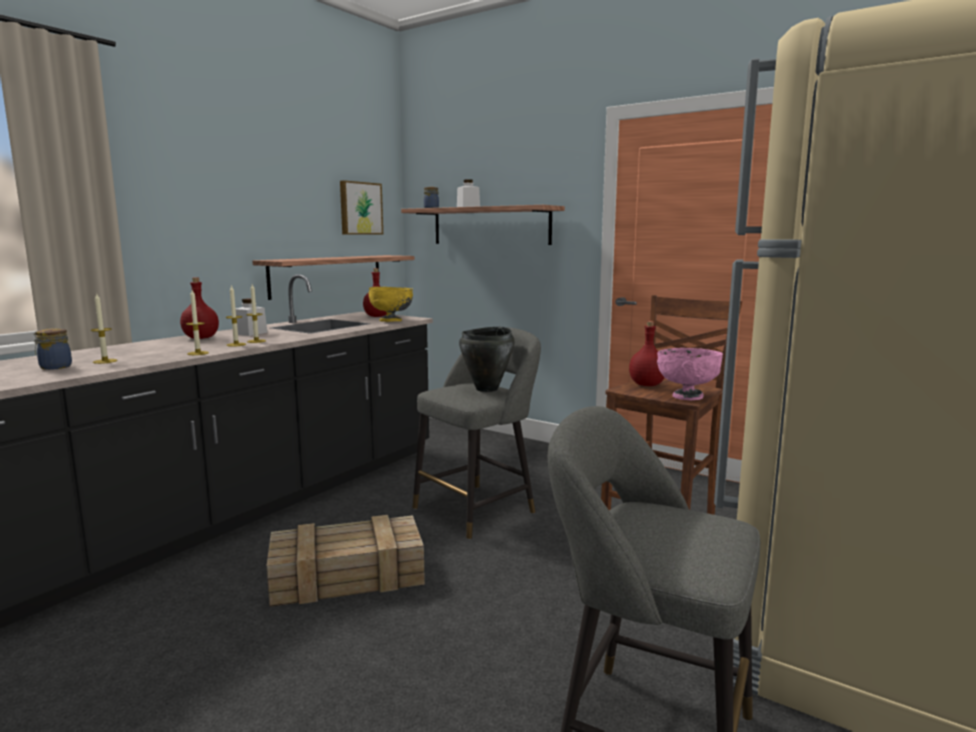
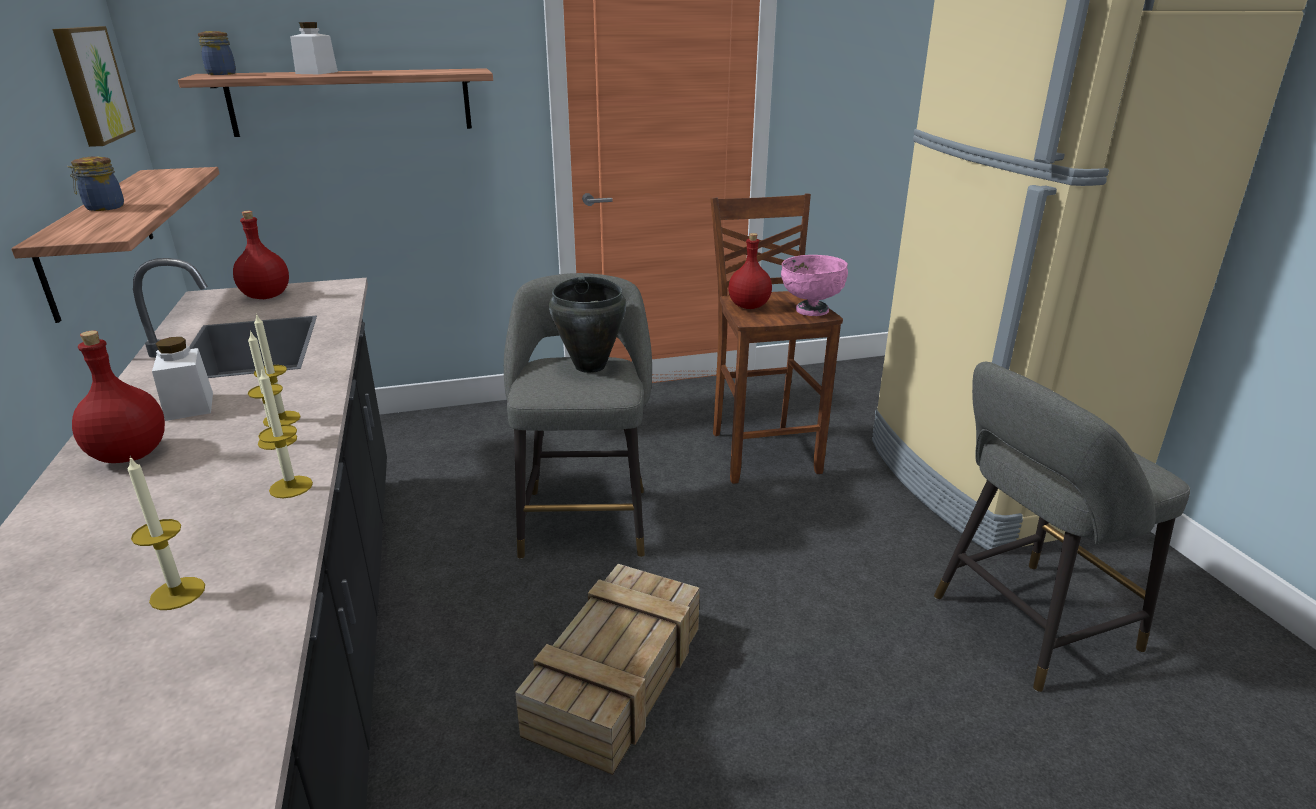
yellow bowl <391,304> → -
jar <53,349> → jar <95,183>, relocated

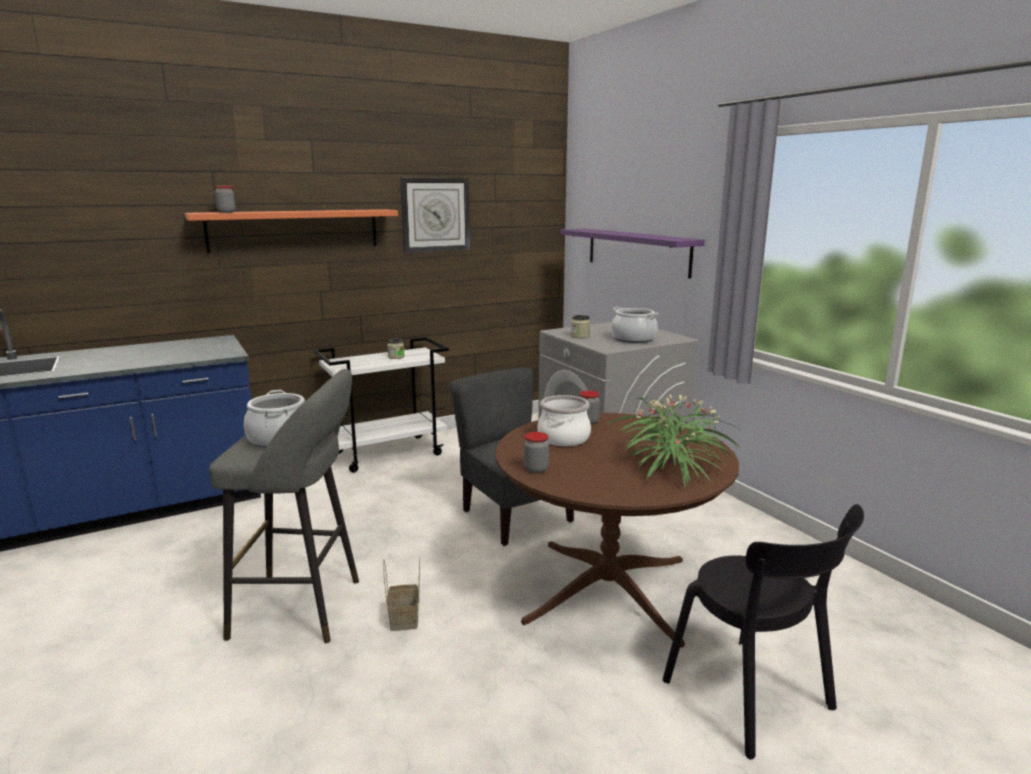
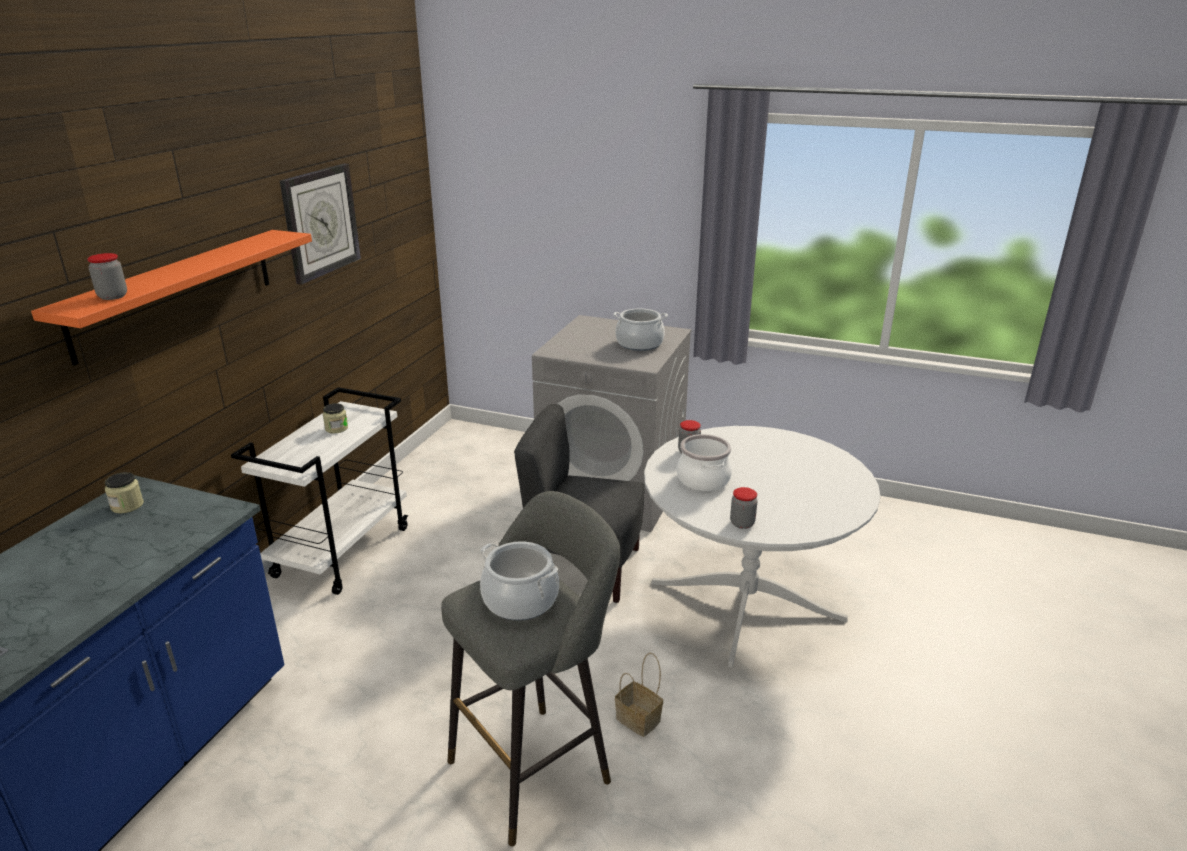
purple shelf <632,254> → -
jar <580,326> → jar <124,492>, relocated
potted plant <672,441> → -
brown dining table <617,530> → white dining table <762,546>
black chair <763,632> → -

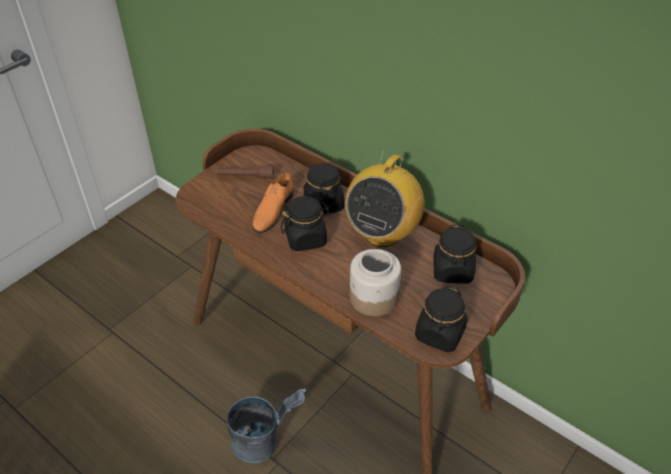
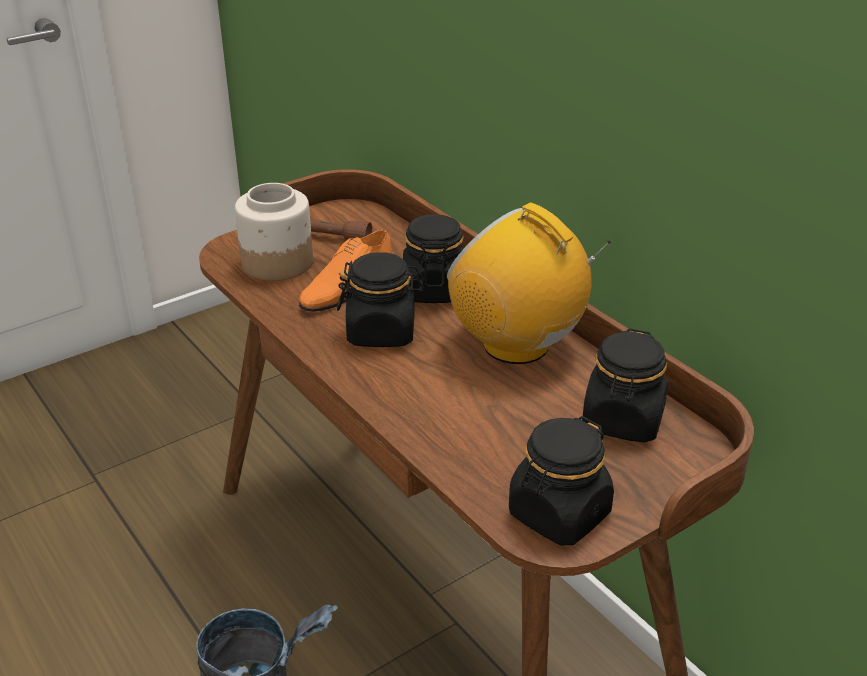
radio <385,198> → radio <529,283>, 90 degrees clockwise
jar <375,282> → jar <274,232>, relocated

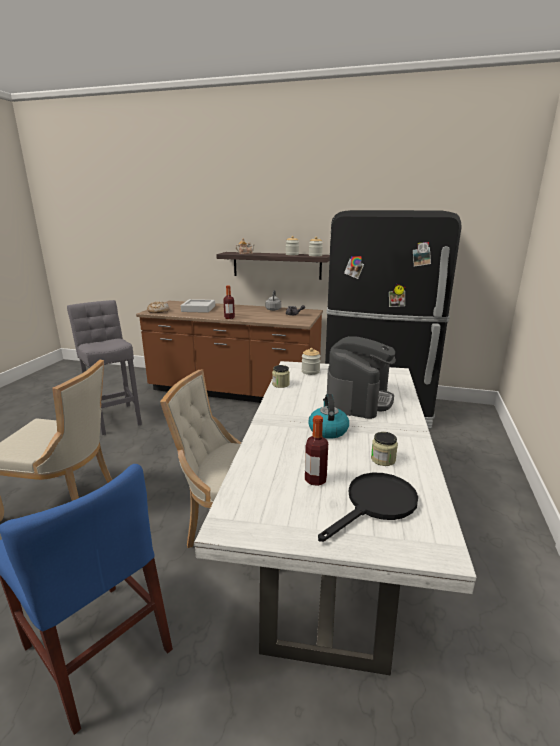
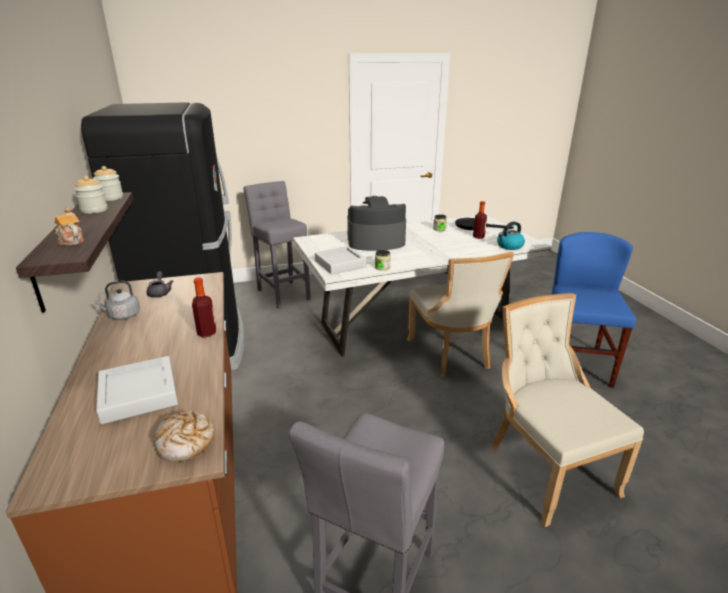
jar <311,361> → grey tray <340,260>
kettle <328,416> → kettle <511,236>, relocated
- → grey stool <277,245>

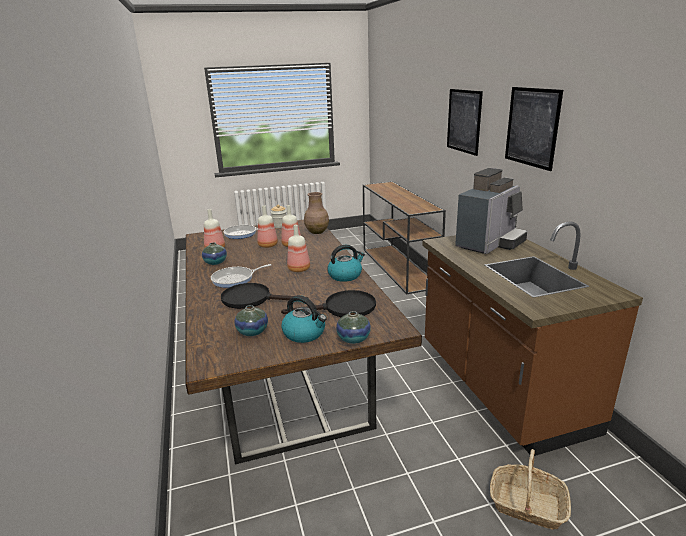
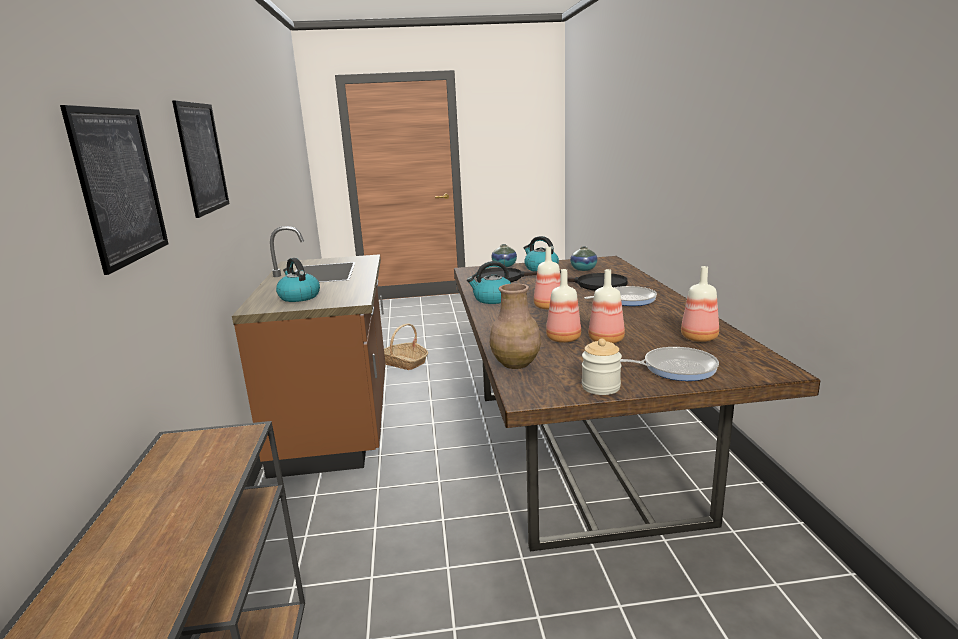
coffee machine <491,211> → kettle <298,280>
vase <214,253> → -

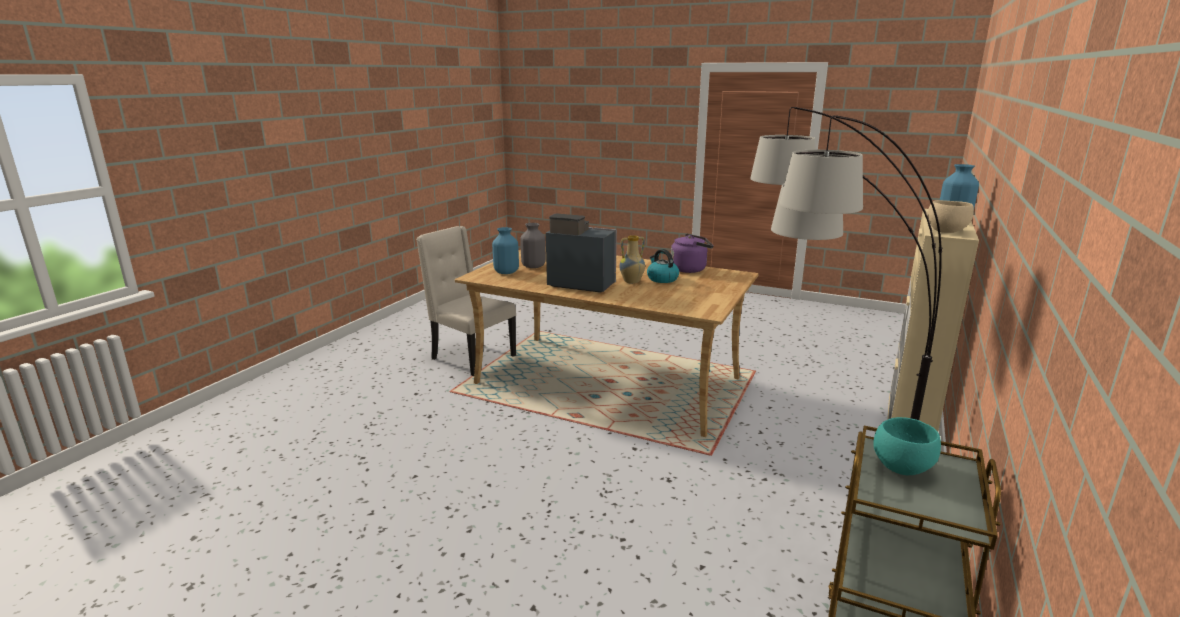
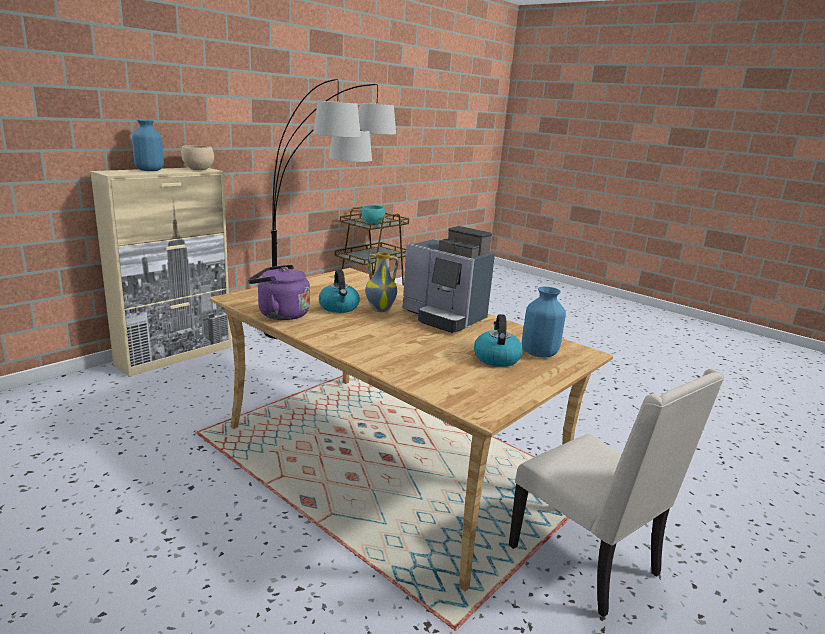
grey vase <533,245> → kettle <498,340>

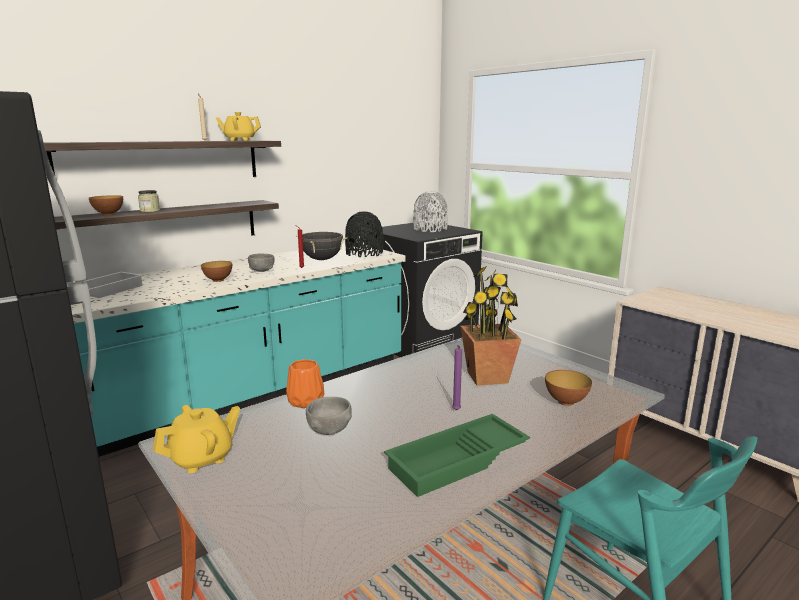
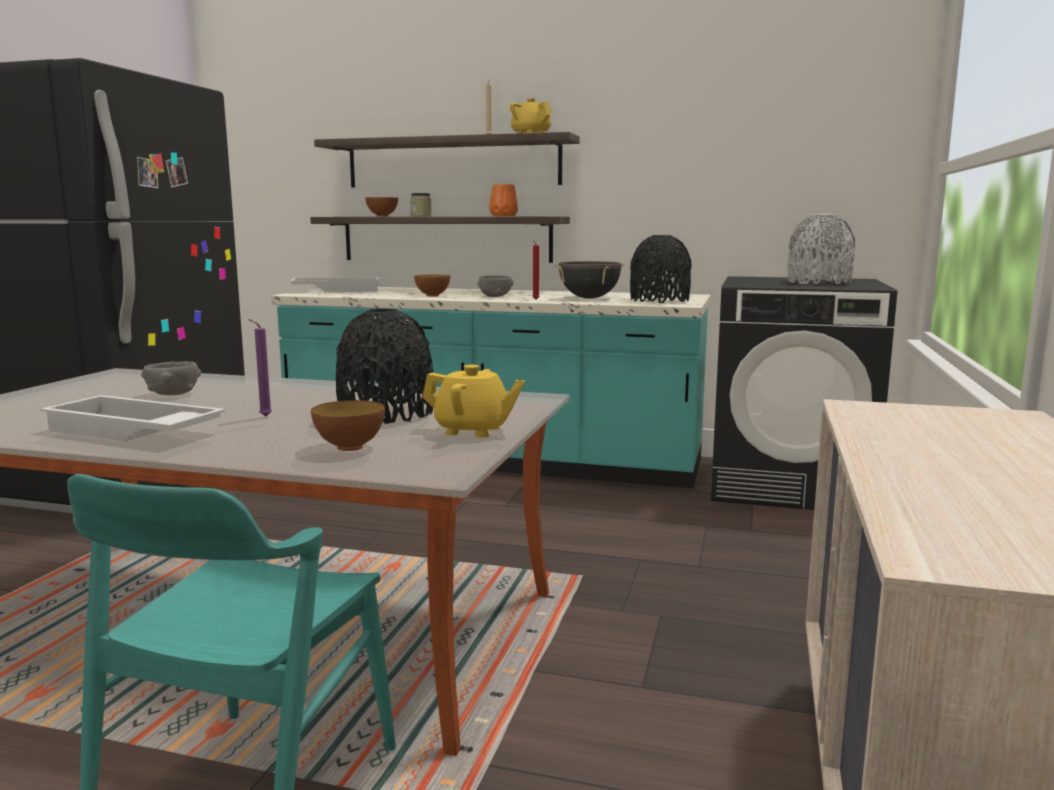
potted plant <490,326> → black vase <385,366>
orange vase <305,383> → orange vase <503,200>, relocated
yellow teapot <196,439> → yellow teapot <473,401>, relocated
green tray <457,455> → white tray <132,418>

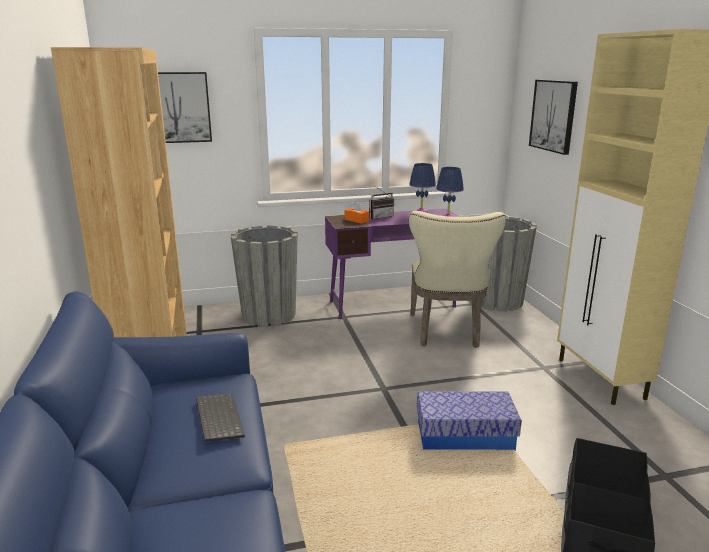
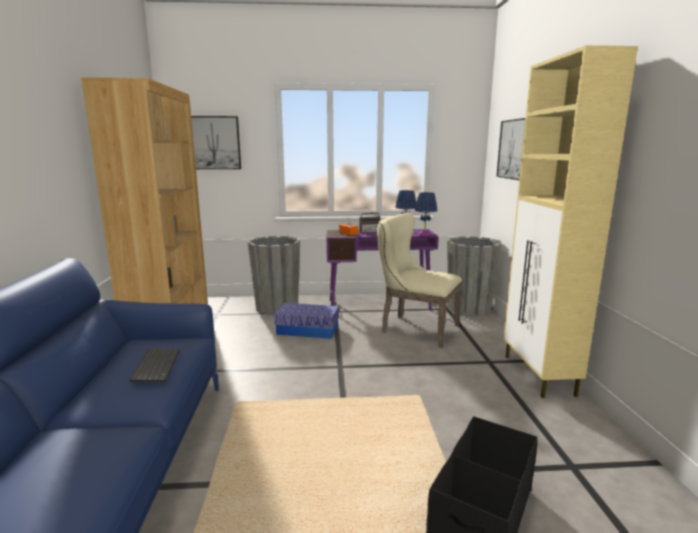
beige chair <457,279> → beige chair <420,280>, 105 degrees clockwise
storage box <469,421> → storage box <306,321>, relocated

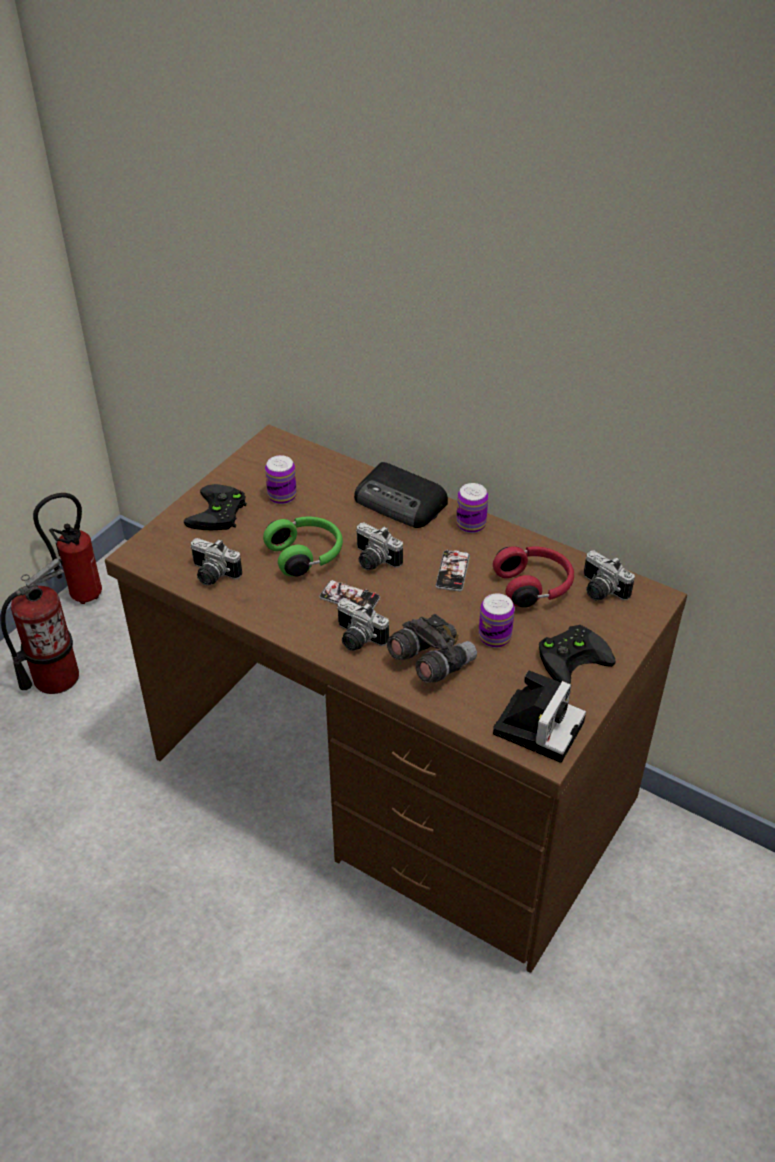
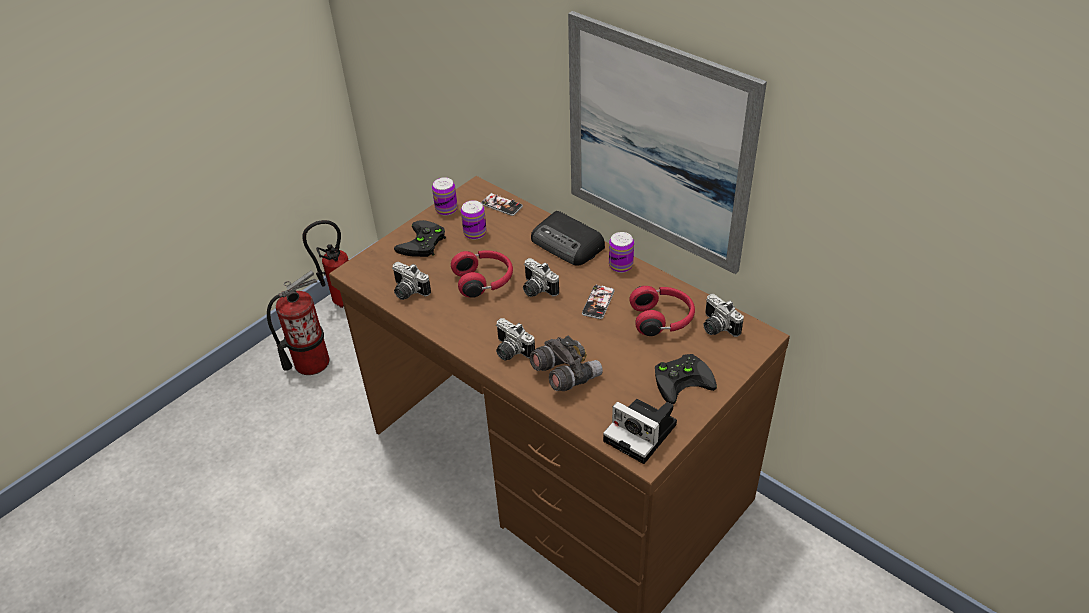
green headphones <303,547> → red headphones <482,274>
phone <349,594> → phone <502,204>, relocated
can <497,620> → can <445,196>, relocated
photo camera <539,716> → photo camera <640,431>, 90 degrees clockwise
- → picture <667,142>

